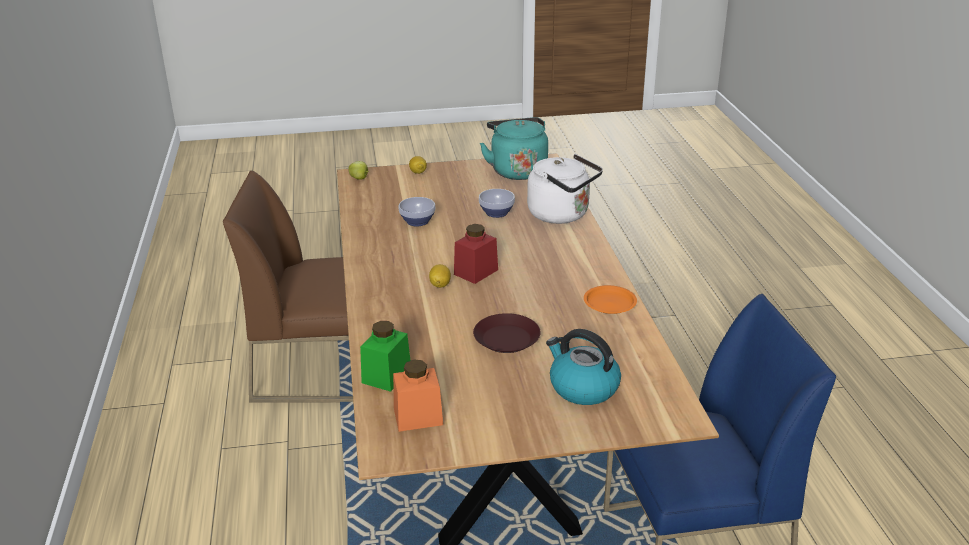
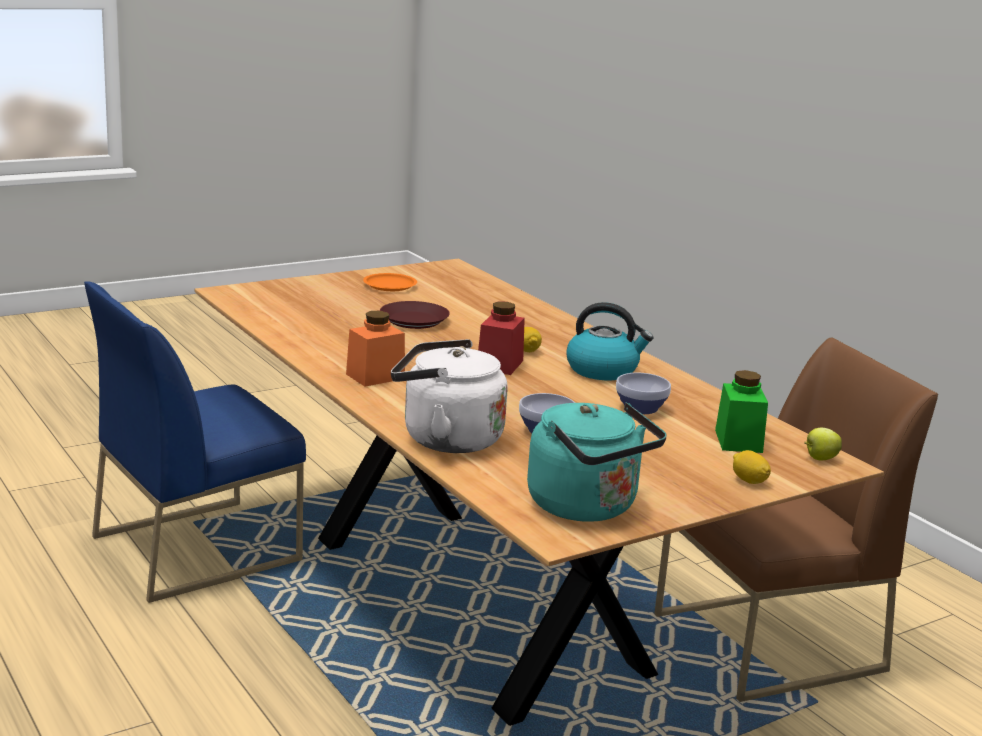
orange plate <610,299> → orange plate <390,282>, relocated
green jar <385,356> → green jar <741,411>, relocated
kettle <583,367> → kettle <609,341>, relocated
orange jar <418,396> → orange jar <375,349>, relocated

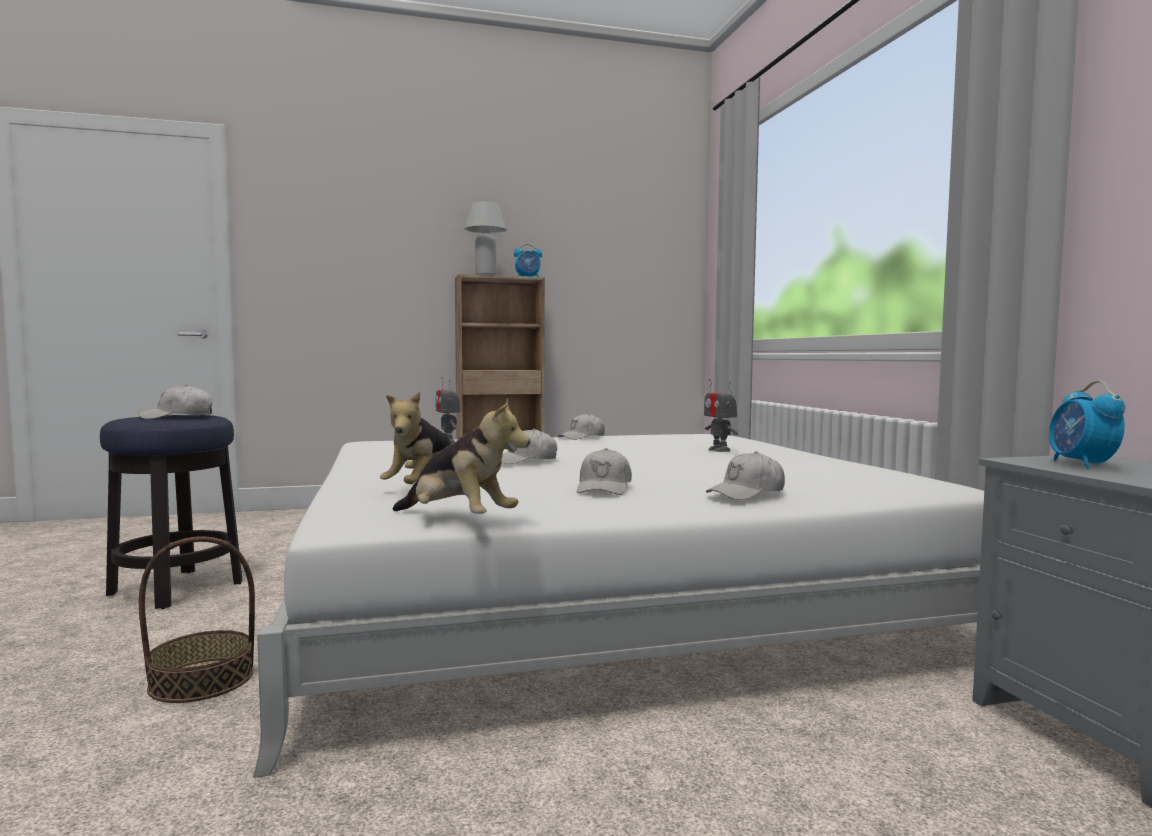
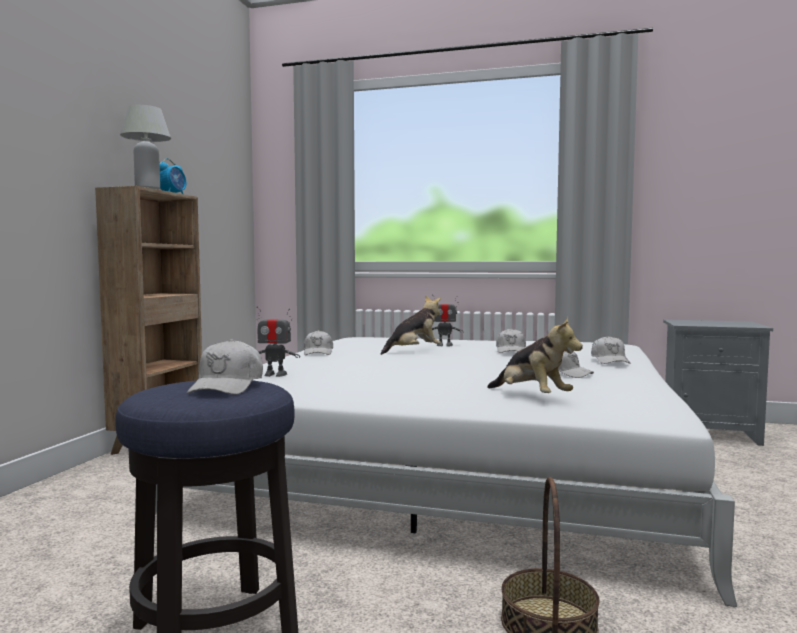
alarm clock <1087,424> → -
plush toy <461,456> → plush toy <410,325>, relocated
white cap <529,446> → white cap <511,340>, relocated

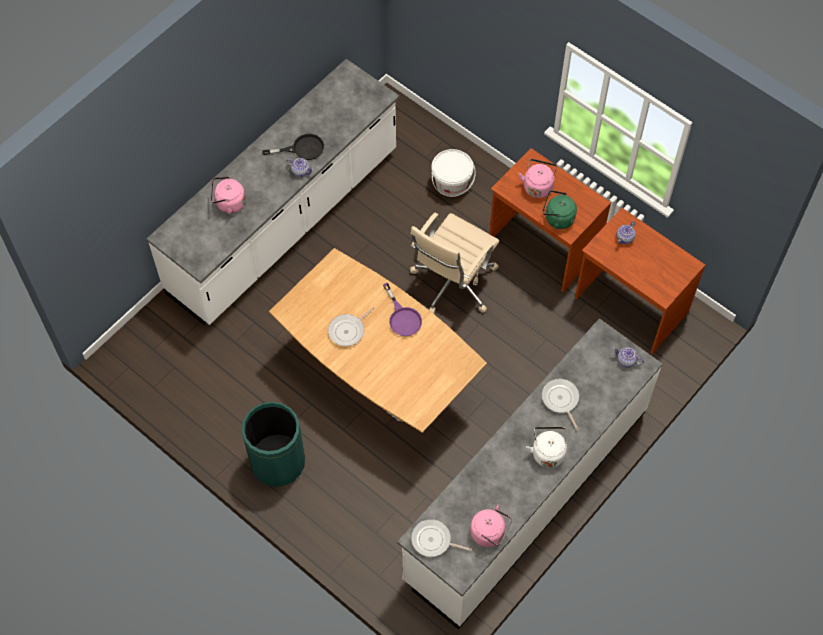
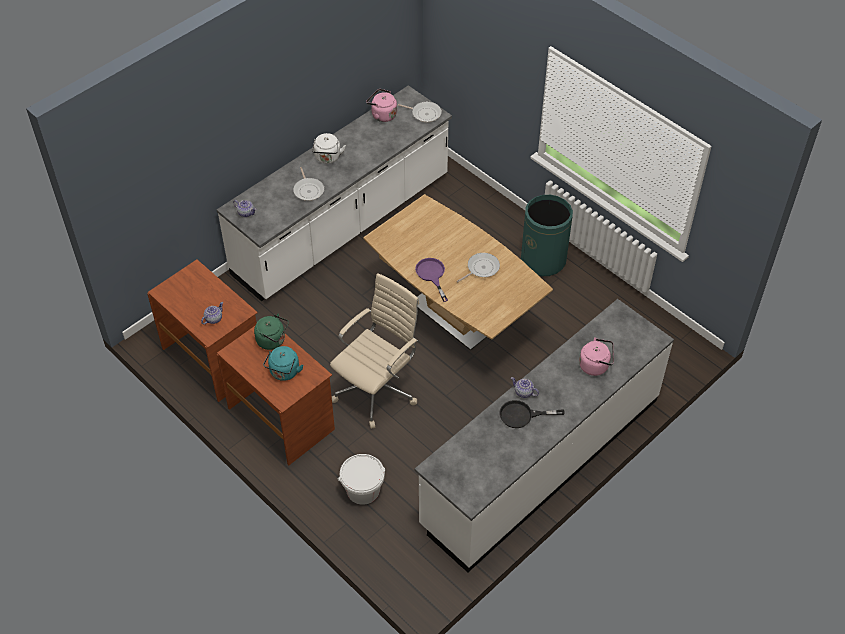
pink kettle <537,178> → turquoise kettle <283,363>

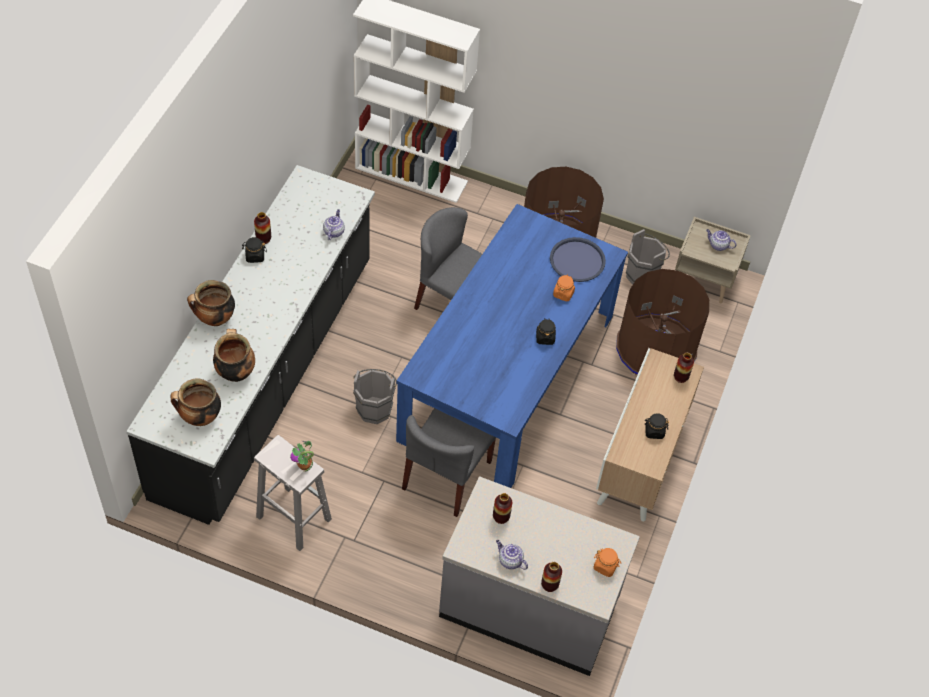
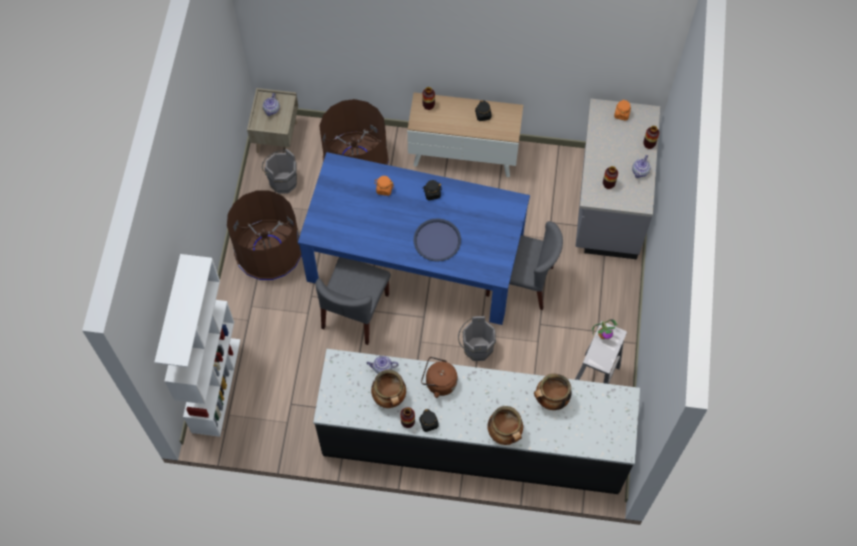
blue tray <578,259> → blue tray <437,240>, relocated
cooking pot <196,402> → cooking pot <388,388>, relocated
- → brown kettle <439,377>

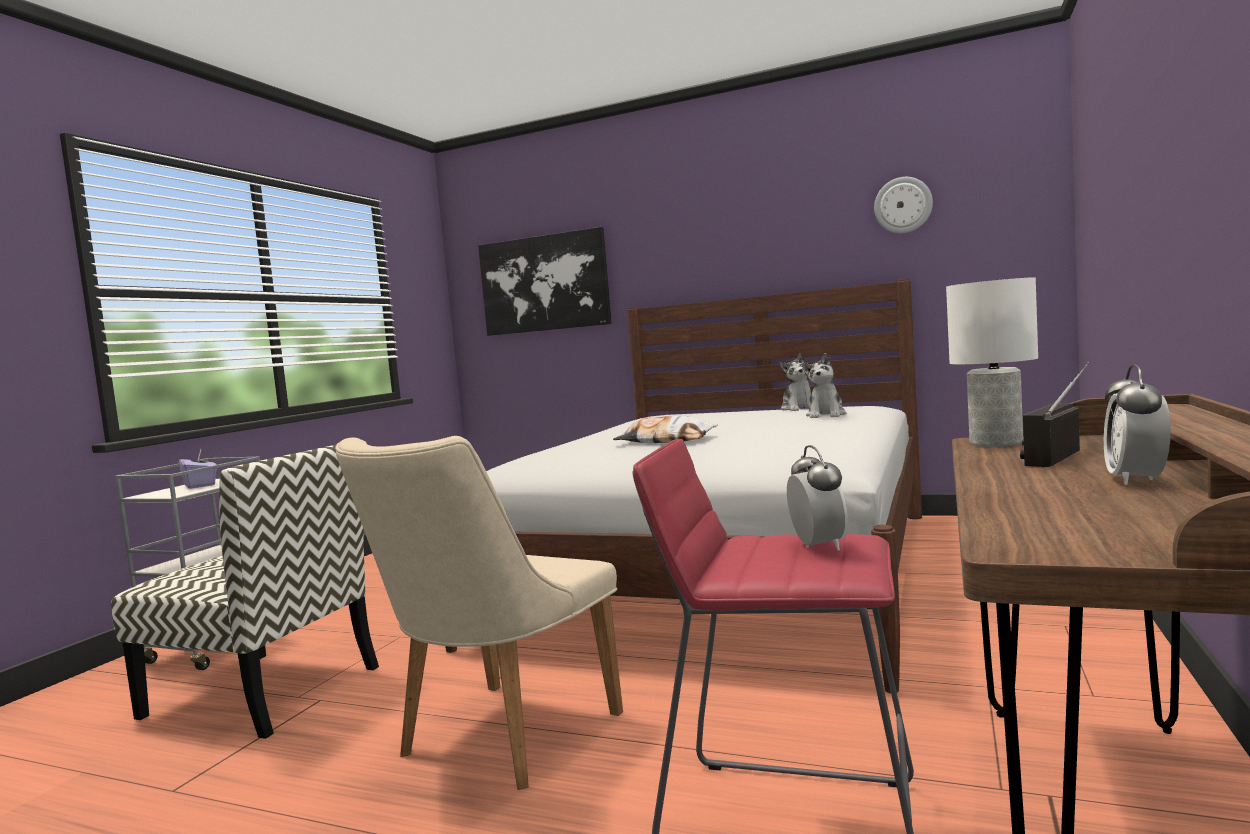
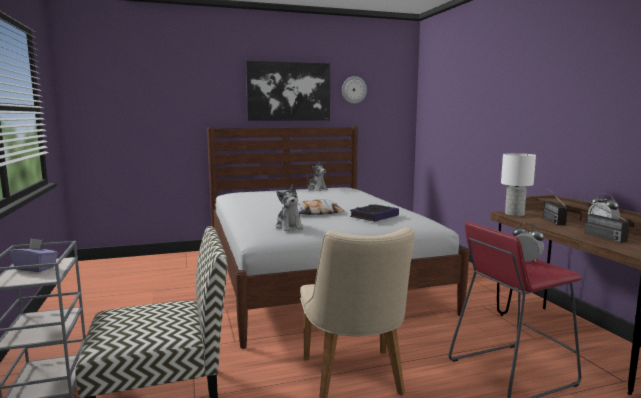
picture <545,281> → picture <288,91>, relocated
plush toy <824,385> → plush toy <289,208>, relocated
- → radio <603,219>
- → book <374,213>

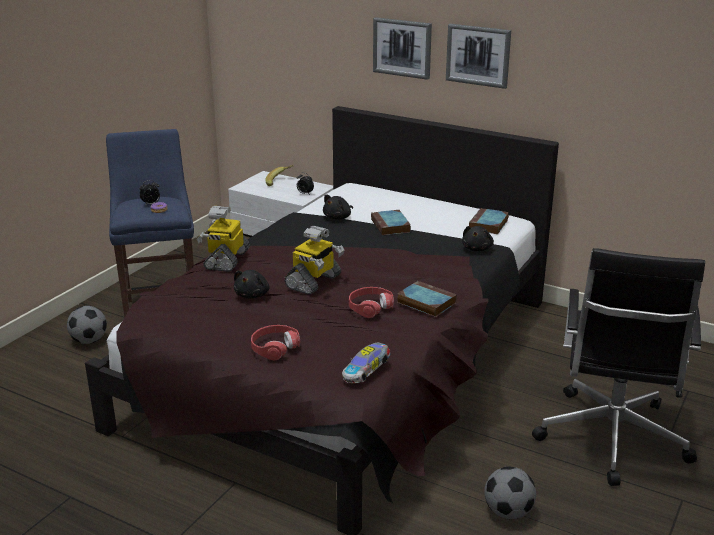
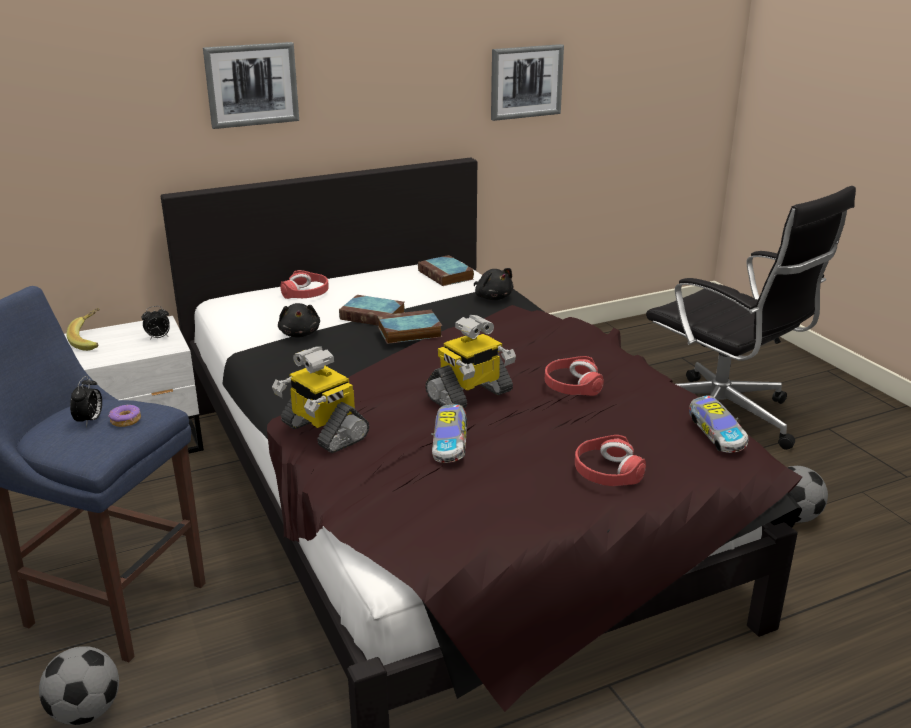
picture <478,56> → picture <527,82>, relocated
toy robot <314,260> → toy robot <470,361>, 75 degrees clockwise
black plush toy <251,284> → toy car <449,433>
book <427,299> → book <409,327>, relocated
- → red headphones <304,284>

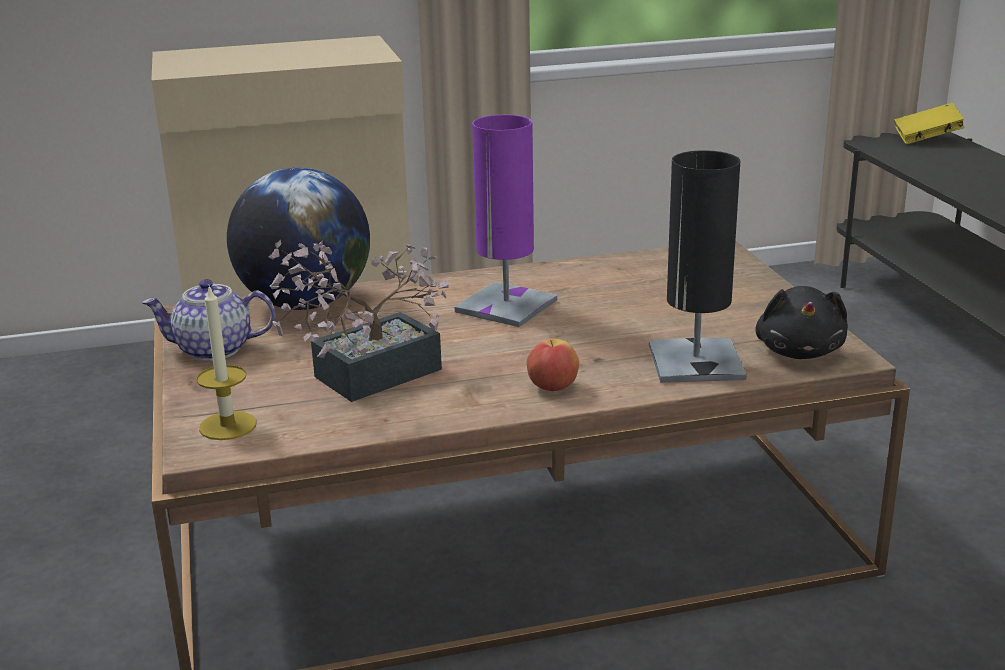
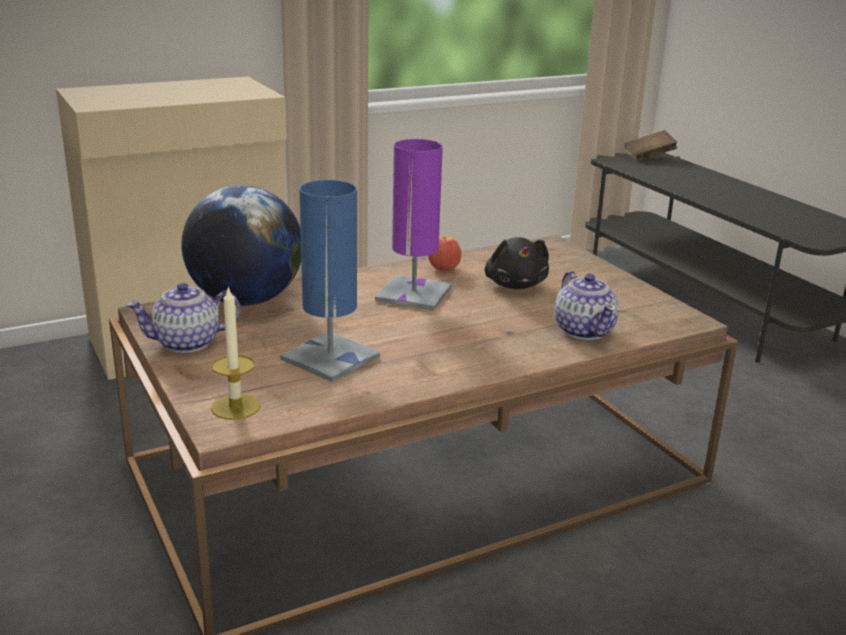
yellow book <929,123> → brown book <651,145>
black table lamp <697,266> → teapot <586,305>
potted plant <358,321> → blue table lamp <330,281>
black plush toy <801,322> → black plush toy <517,263>, relocated
apple <553,365> → apple <445,253>, relocated

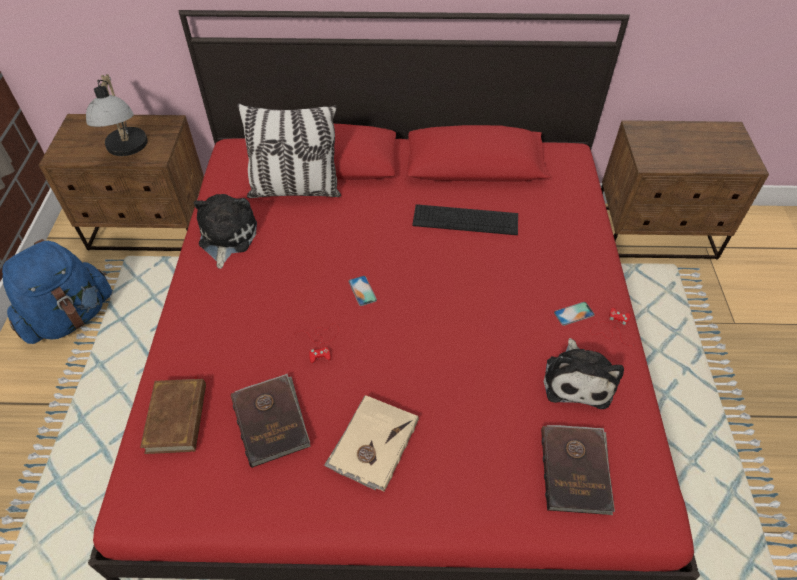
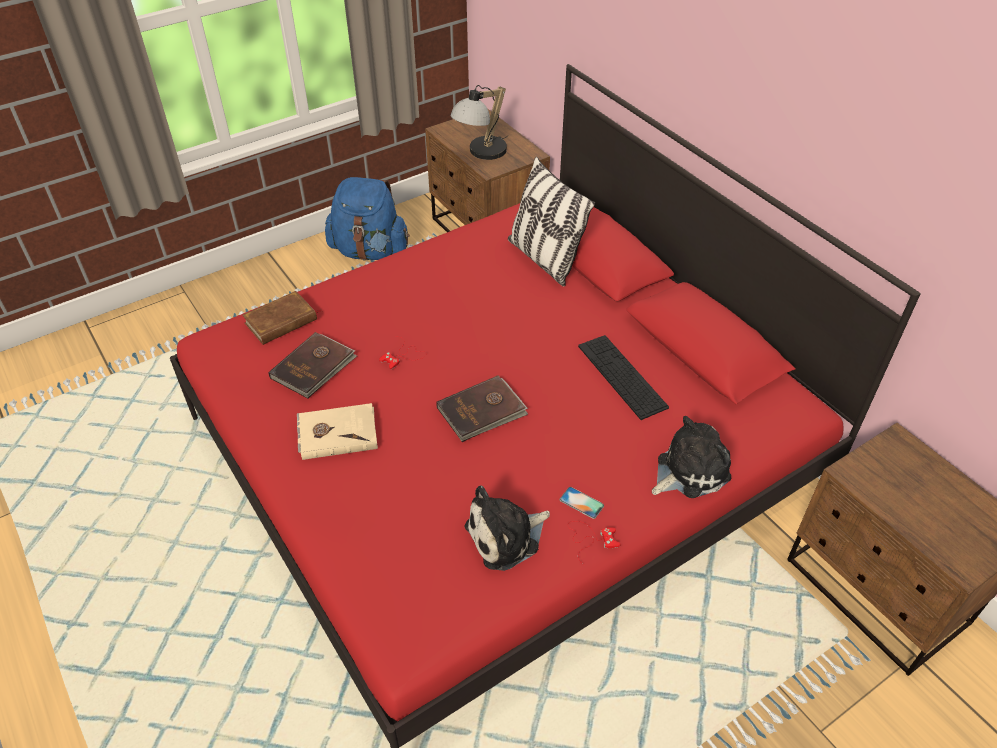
plush toy <225,231> → plush toy <691,457>, relocated
phone <362,291> → -
brown book <578,470> → brown book <482,408>, relocated

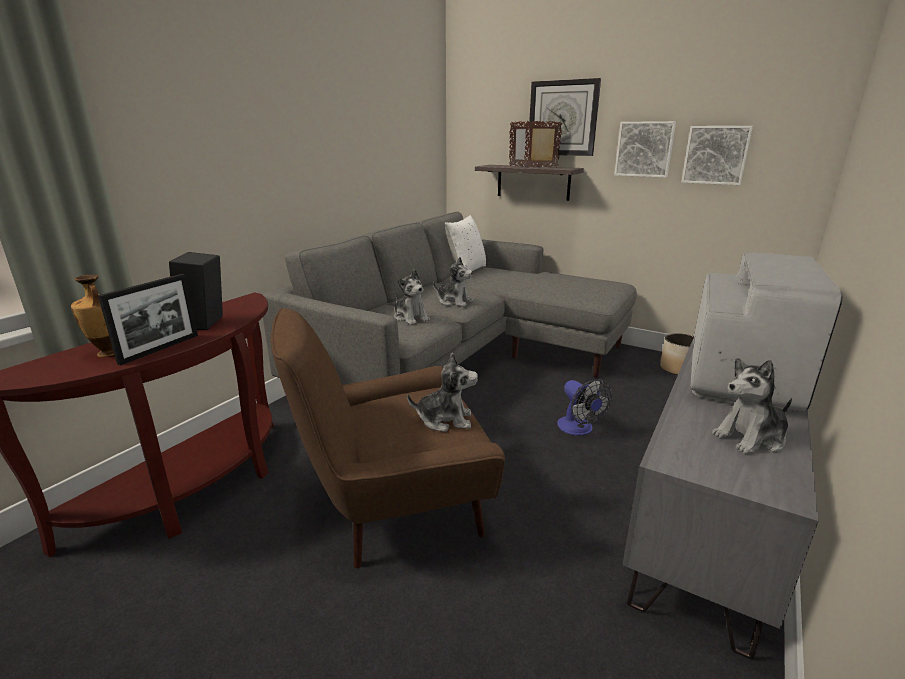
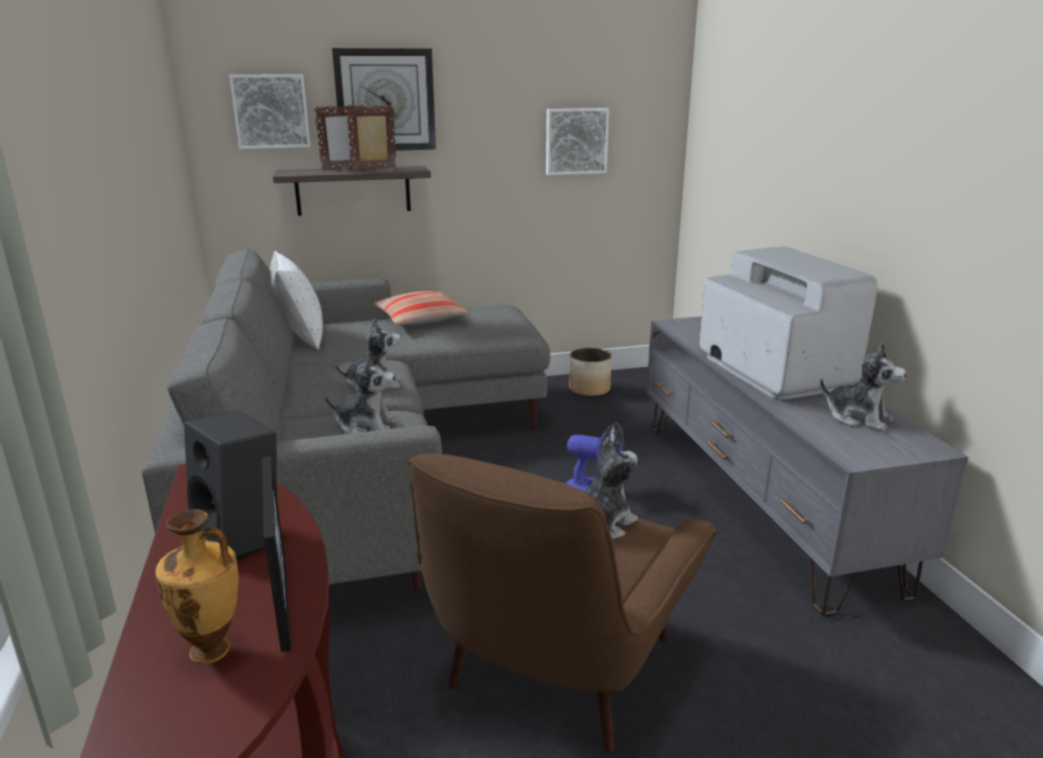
picture <645,149> → picture <269,111>, relocated
plush toy <752,406> → plush toy <863,387>, 75 degrees counterclockwise
- → pillow <422,308>

